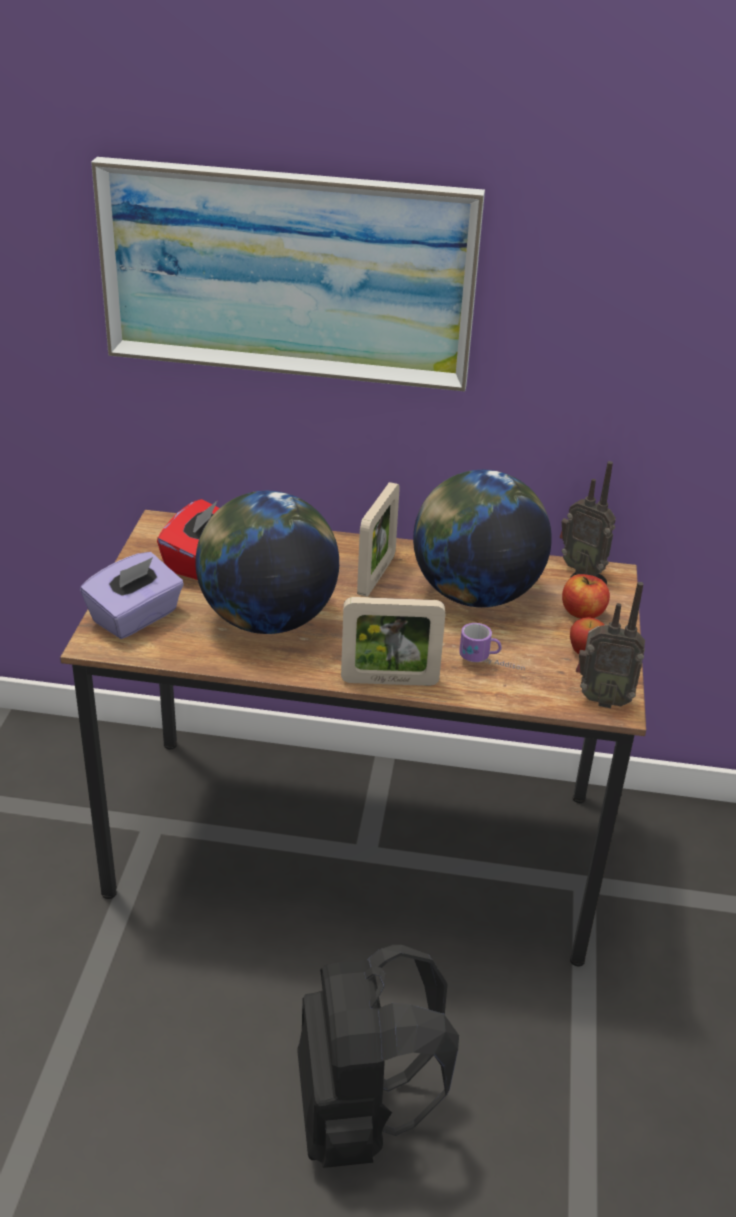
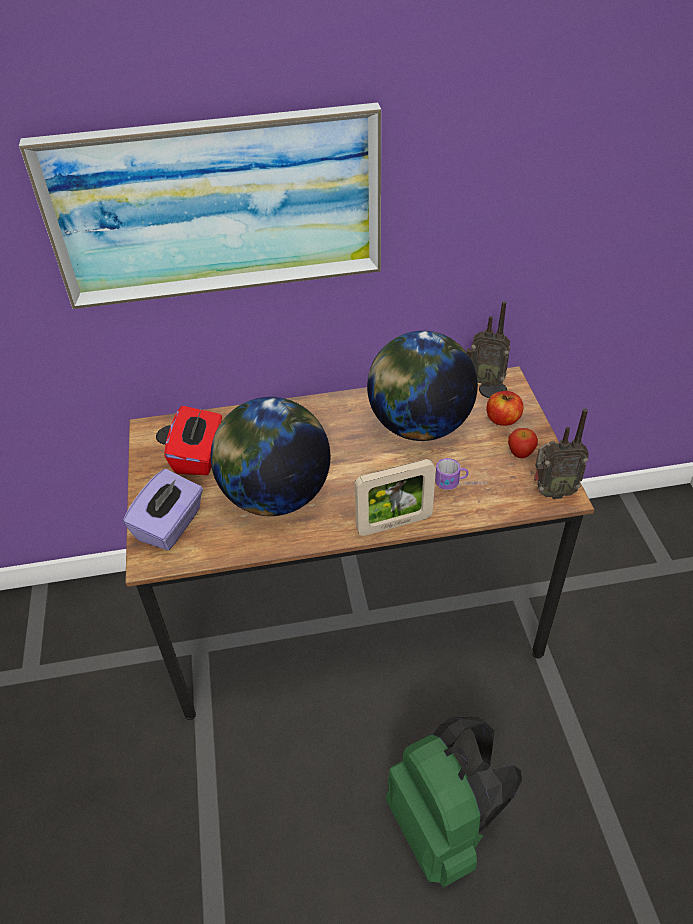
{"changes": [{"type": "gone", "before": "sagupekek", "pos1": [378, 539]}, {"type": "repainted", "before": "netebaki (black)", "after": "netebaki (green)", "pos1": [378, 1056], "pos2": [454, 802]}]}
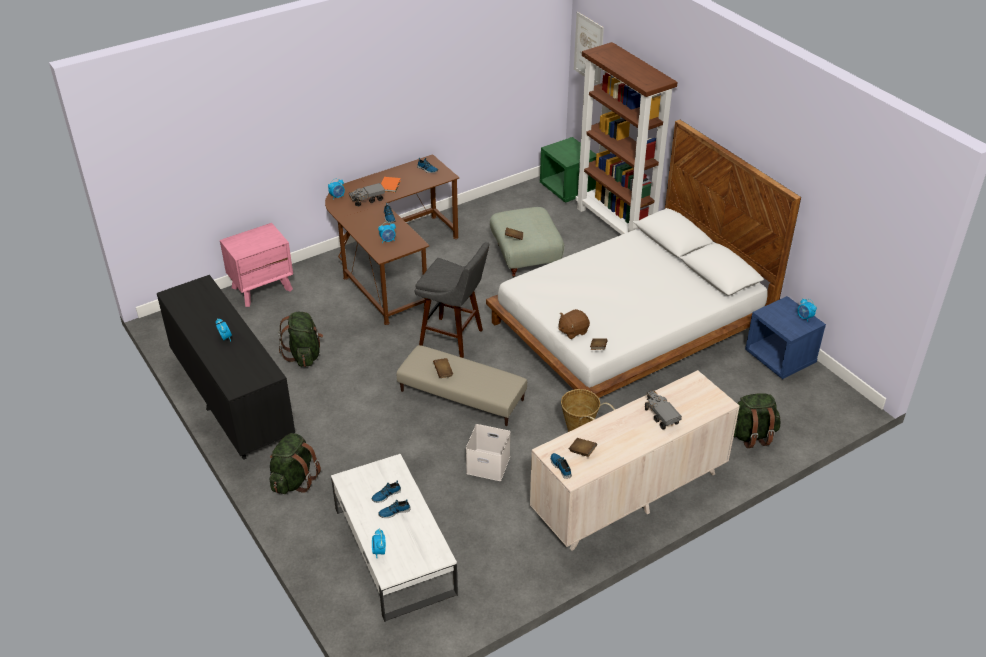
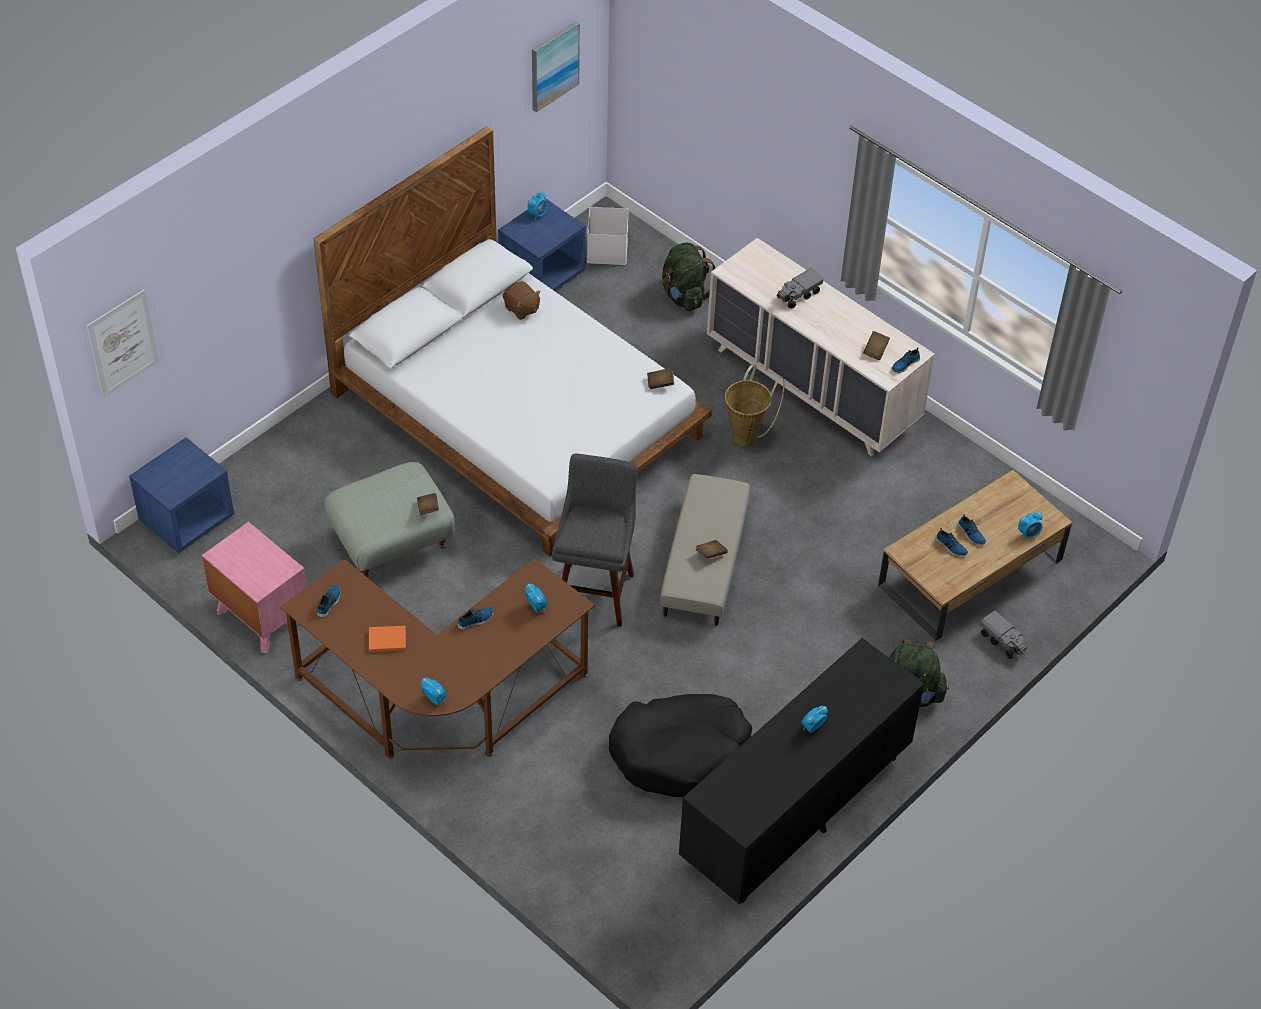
{"changes": [{"type": "gone", "before": "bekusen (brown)", "pos1": [626, 138]}, {"type": "new", "after": "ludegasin", "pos2": [556, 67]}, {"type": "shifted", "before": "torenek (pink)", "pos1": [256, 265], "pos2": [254, 587]}, {"type": "shifted", "before": "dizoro", "pos1": [366, 195], "pos2": [1004, 635]}, {"type": "shifted", "before": "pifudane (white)", "pos1": [488, 452], "pos2": [608, 236]}, {"type": "shifted", "before": "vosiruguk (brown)", "pos1": [574, 324], "pos2": [522, 300]}, {"type": "swapped", "before": "netebaki (green)", "after": "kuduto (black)", "pos1": [300, 339], "pos2": [680, 745]}, {"type": "repainted", "before": "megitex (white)", "after": "megitex (brown)", "pos1": [394, 538], "pos2": [975, 555]}, {"type": "repainted", "before": "torenek (green)", "after": "torenek (blue)", "pos1": [568, 170], "pos2": [182, 495]}]}
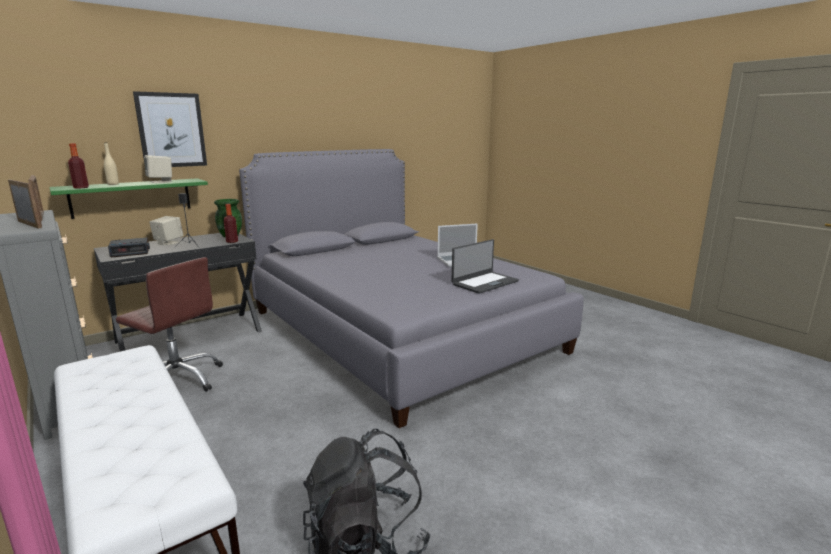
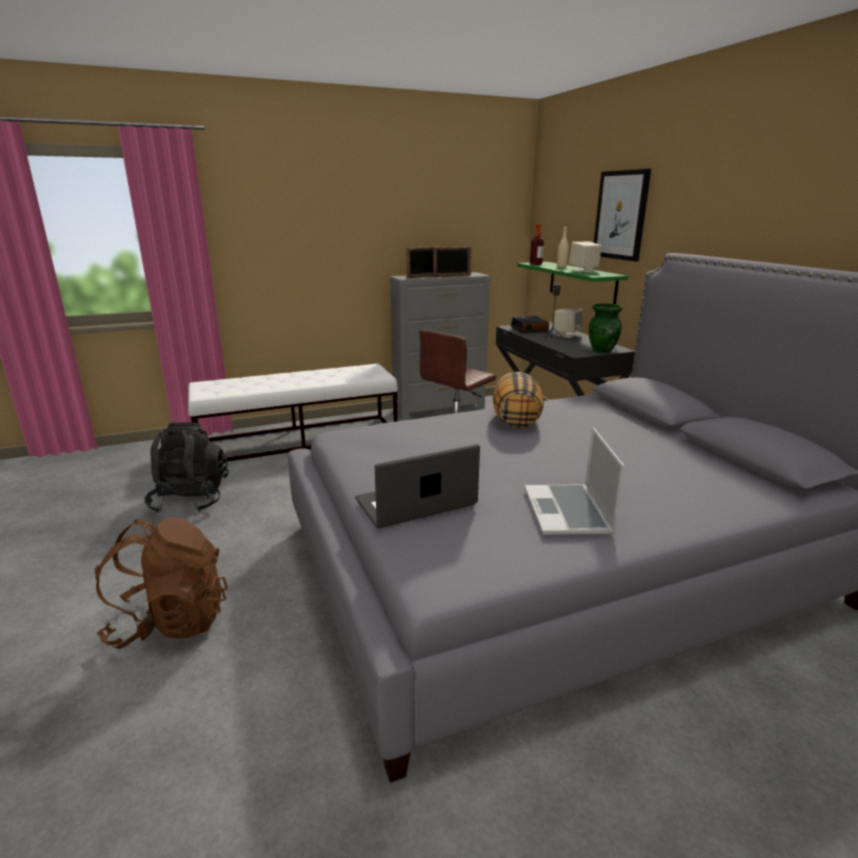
{"changes": [{"type": "gone", "before": "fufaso", "pos1": [231, 223]}, {"type": "new", "after": "netebaki (brown)", "pos2": [161, 583]}, {"type": "new", "after": "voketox", "pos2": [518, 400]}, {"type": "rotated", "before": "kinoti", "pos1": [485, 266], "pos2": [417, 486], "turn": 90}]}
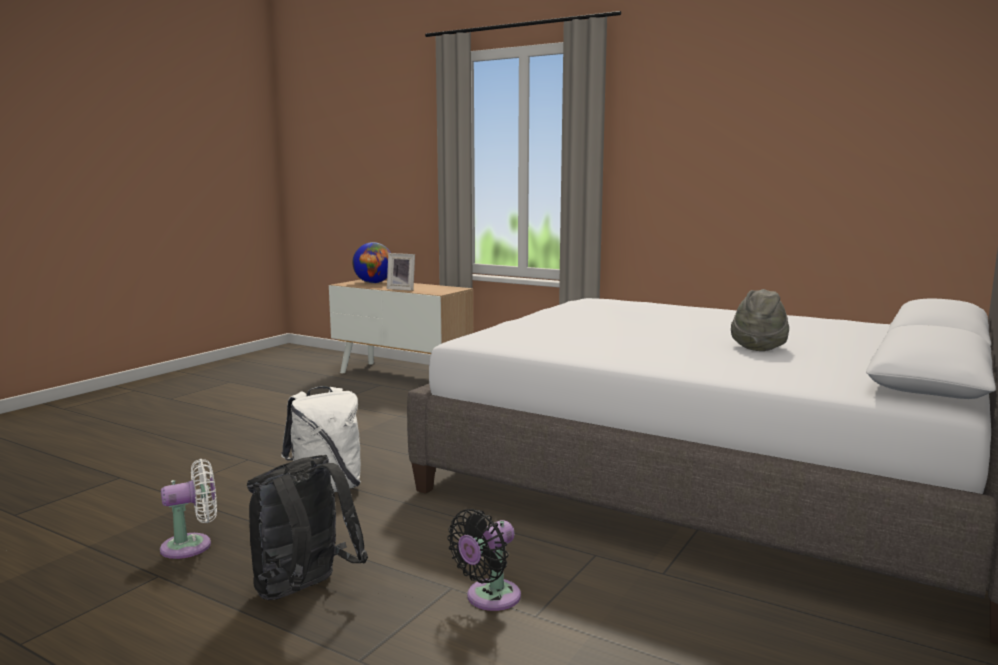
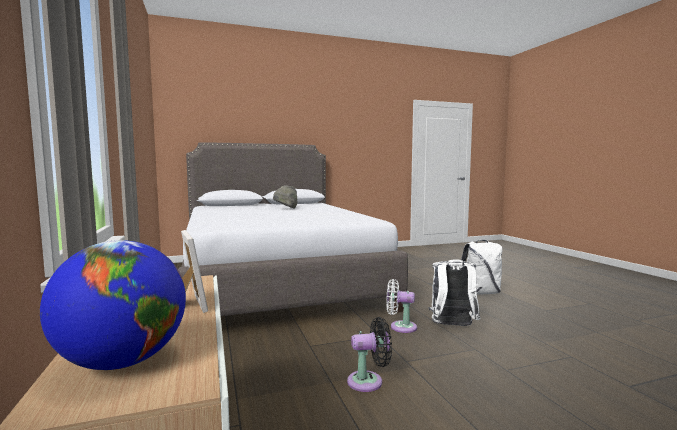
{"changes": [{"type": "shifted", "before": "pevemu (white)", "pos1": [188, 509], "pos2": [401, 306]}, {"type": "shifted", "before": "pevemu (black)", "pos1": [484, 560], "pos2": [369, 354]}, {"type": "repainted", "before": "netebaki (black)", "after": "netebaki (white)", "pos1": [307, 527], "pos2": [482, 267]}]}
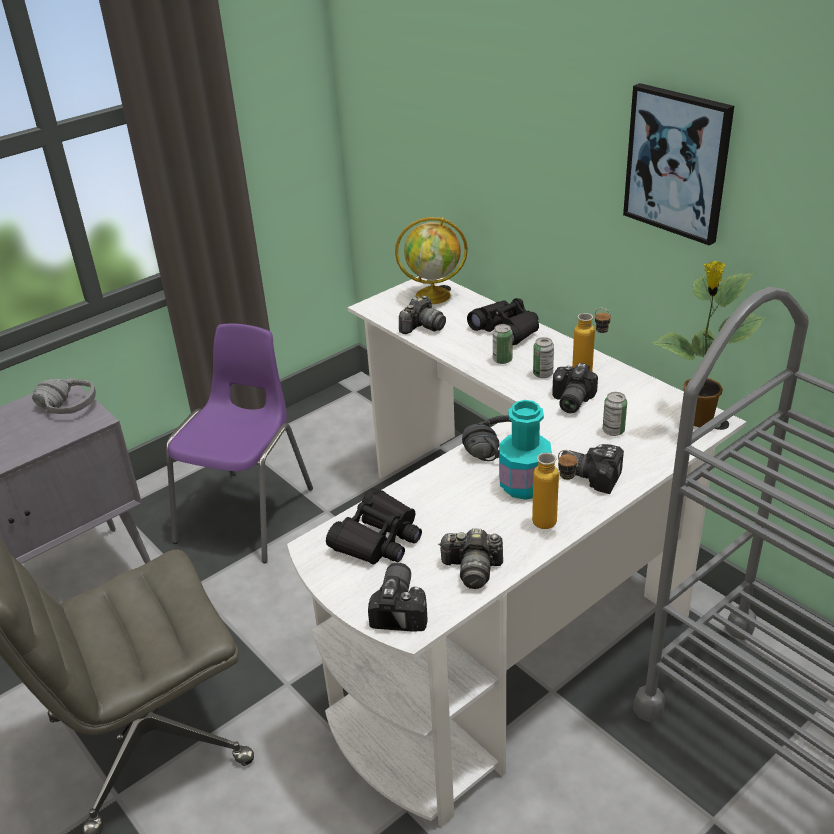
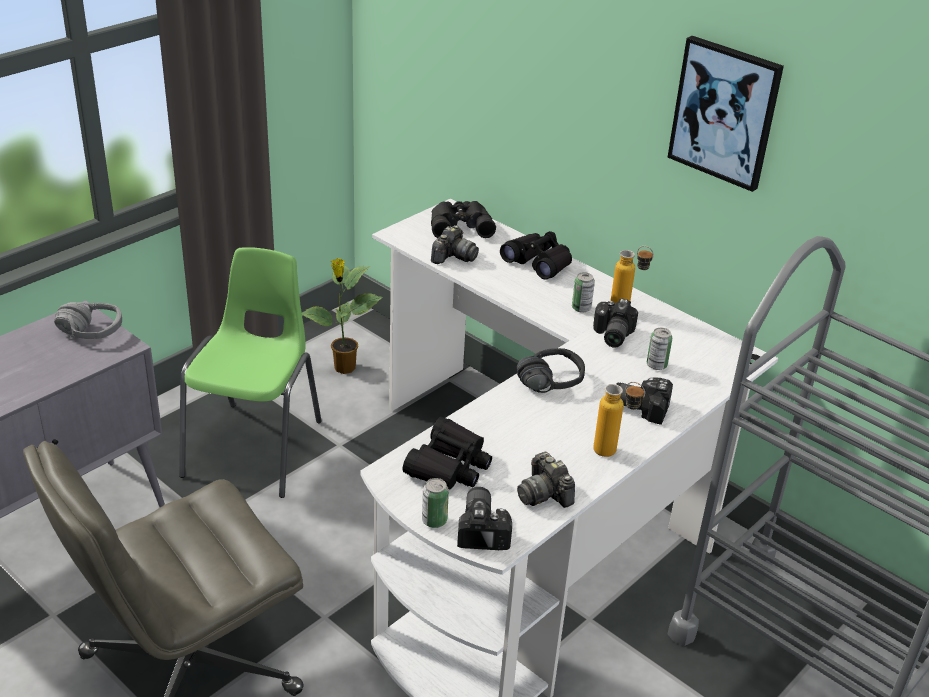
{"changes": [{"type": "gone", "before": "fufaso (turquoise)", "pos1": [525, 450]}, {"type": "shifted", "before": "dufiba", "pos1": [503, 344], "pos2": [435, 503]}, {"type": "shifted", "before": "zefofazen", "pos1": [708, 344], "pos2": [342, 316]}, {"type": "swapped", "before": "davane", "after": "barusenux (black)", "pos1": [431, 260], "pos2": [463, 219]}, {"type": "repainted", "before": "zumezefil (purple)", "after": "zumezefil (green)", "pos1": [239, 443], "pos2": [250, 372]}, {"type": "rotated", "before": "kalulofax", "pos1": [470, 558], "pos2": [546, 480], "turn": 60}]}
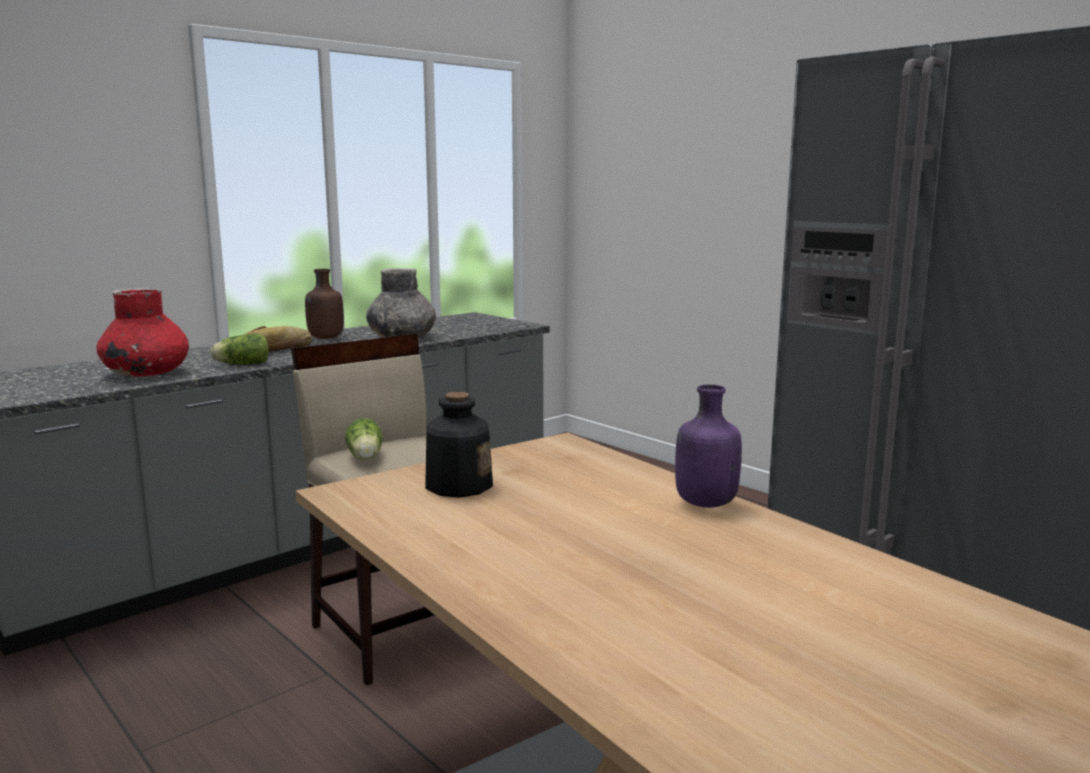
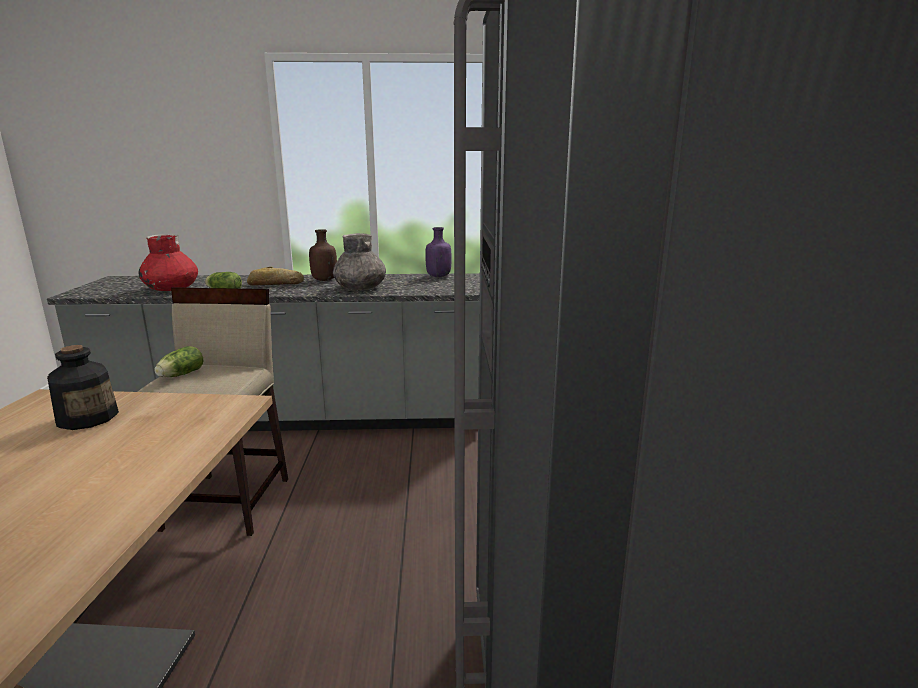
{"changes": [{"type": "shifted", "before": "fufaso (purple)", "pos1": [708, 446], "pos2": [438, 252]}]}
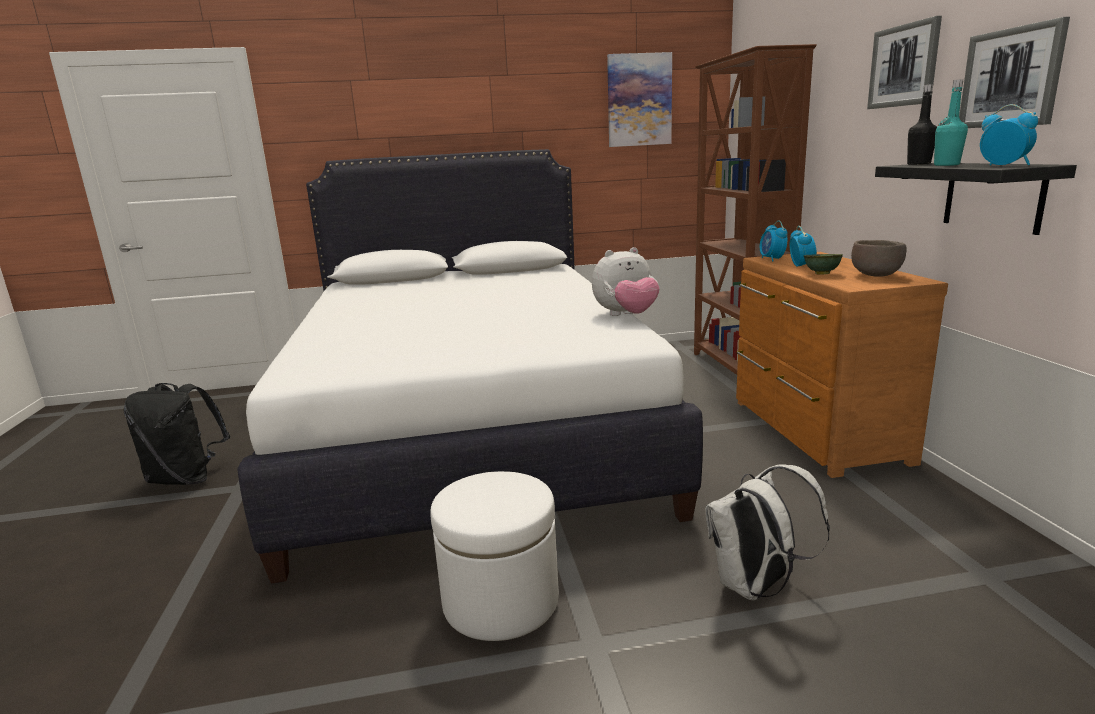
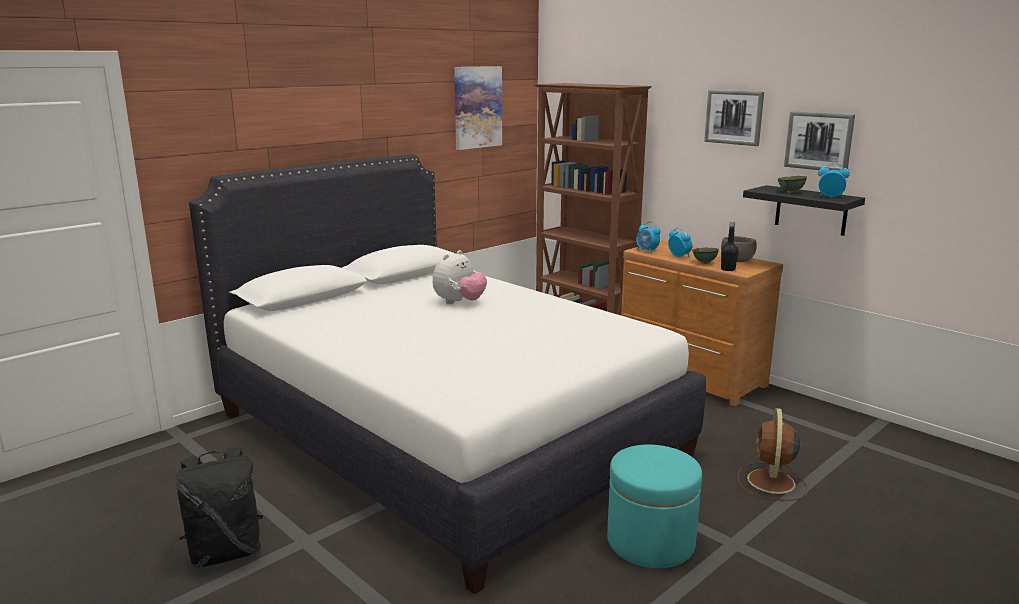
{"changes": [{"type": "shifted", "before": "vosiruguk", "pos1": [626, 281], "pos2": [460, 277]}, {"type": "shifted", "before": "fufaso (black)", "pos1": [922, 124], "pos2": [730, 246]}, {"type": "swapped", "before": "netebaki (white)", "after": "pevemu (brown)", "pos1": [767, 532], "pos2": [773, 454]}, {"type": "swapped", "before": "fufaso (turquoise)", "after": "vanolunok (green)", "pos1": [951, 122], "pos2": [792, 184]}, {"type": "repainted", "before": "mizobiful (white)", "after": "mizobiful (turquoise)", "pos1": [494, 556], "pos2": [654, 506]}]}
